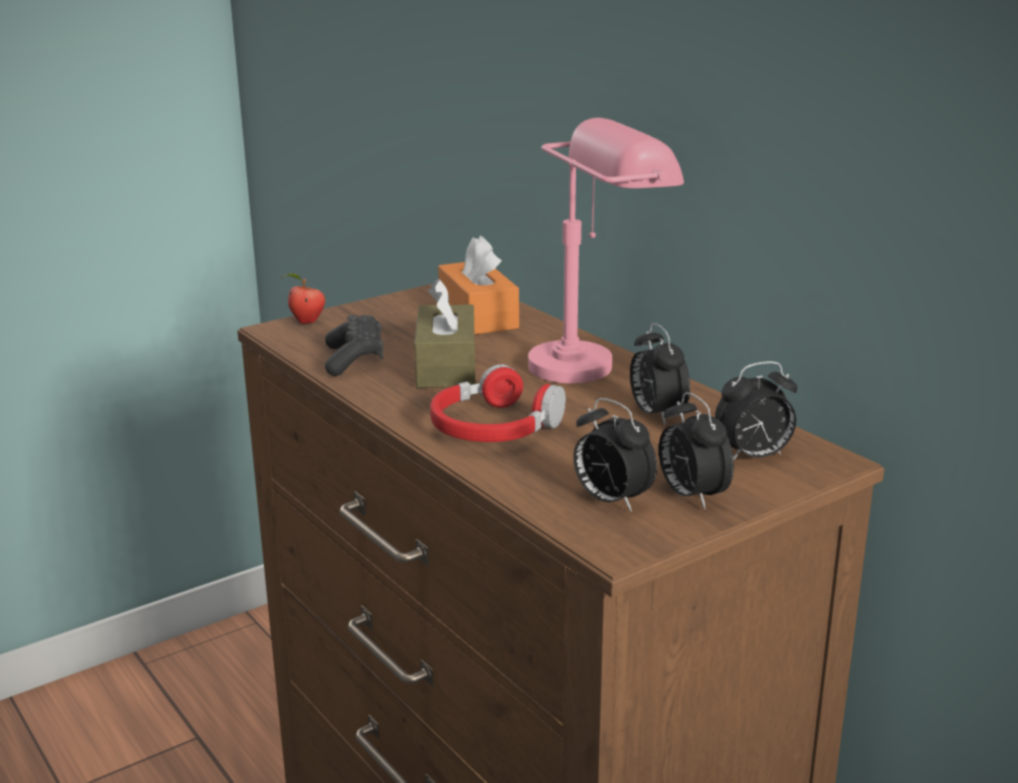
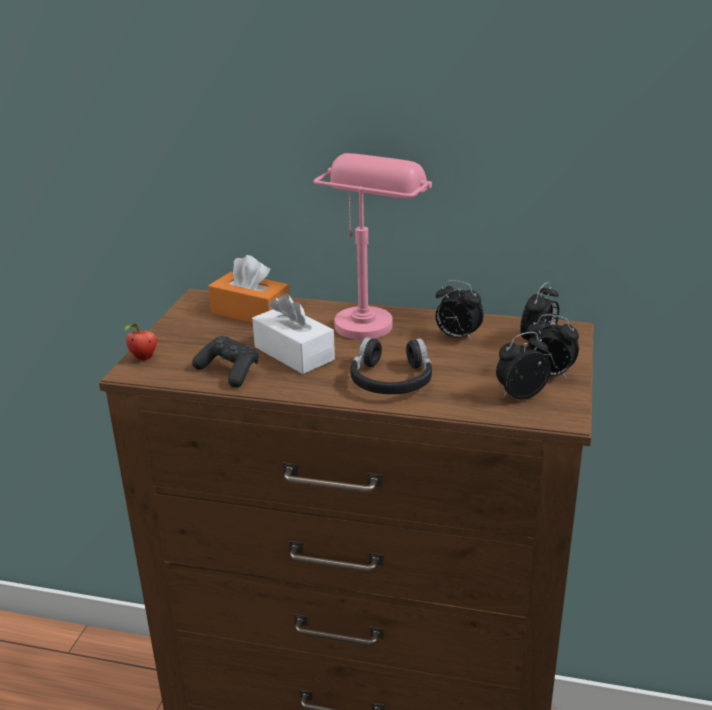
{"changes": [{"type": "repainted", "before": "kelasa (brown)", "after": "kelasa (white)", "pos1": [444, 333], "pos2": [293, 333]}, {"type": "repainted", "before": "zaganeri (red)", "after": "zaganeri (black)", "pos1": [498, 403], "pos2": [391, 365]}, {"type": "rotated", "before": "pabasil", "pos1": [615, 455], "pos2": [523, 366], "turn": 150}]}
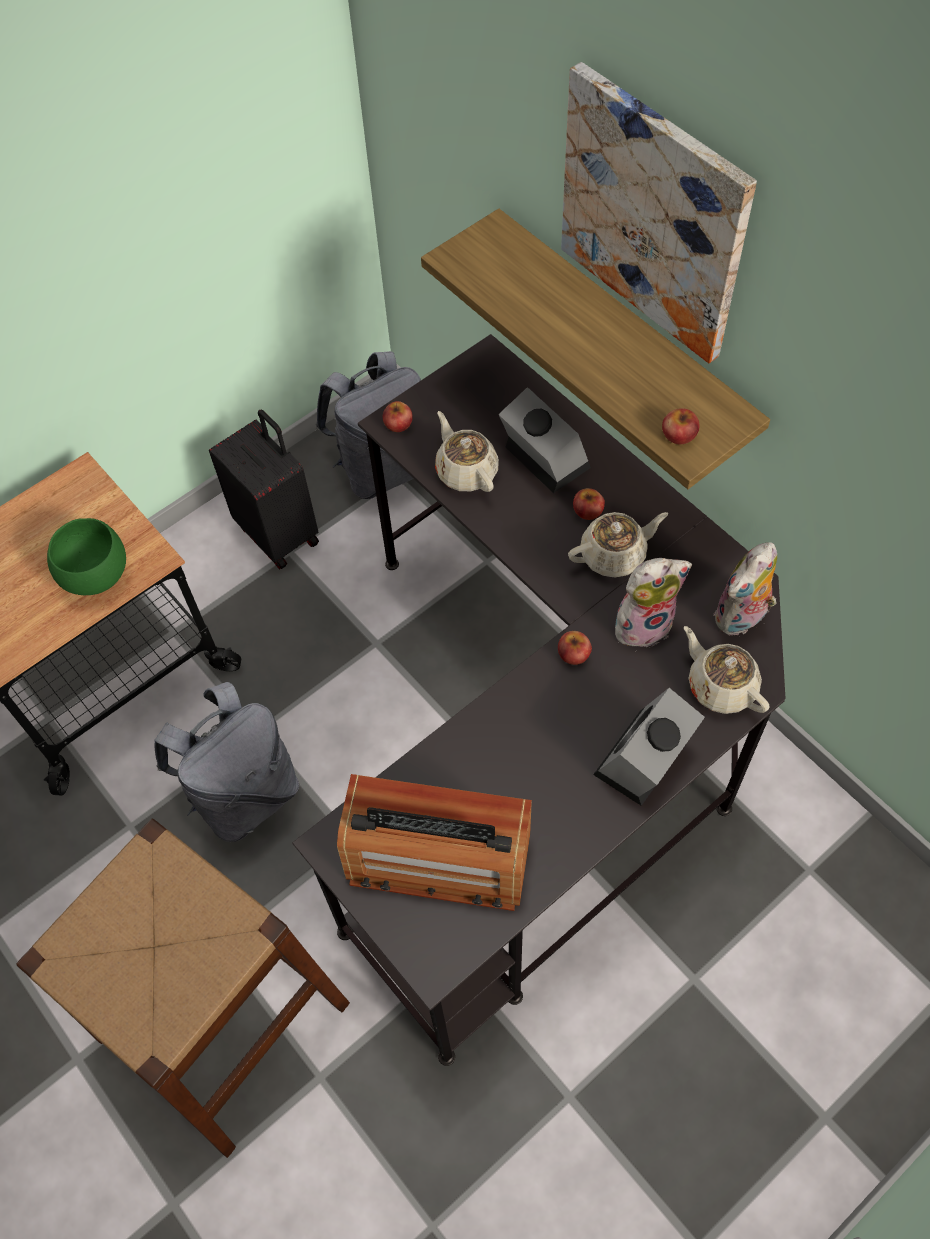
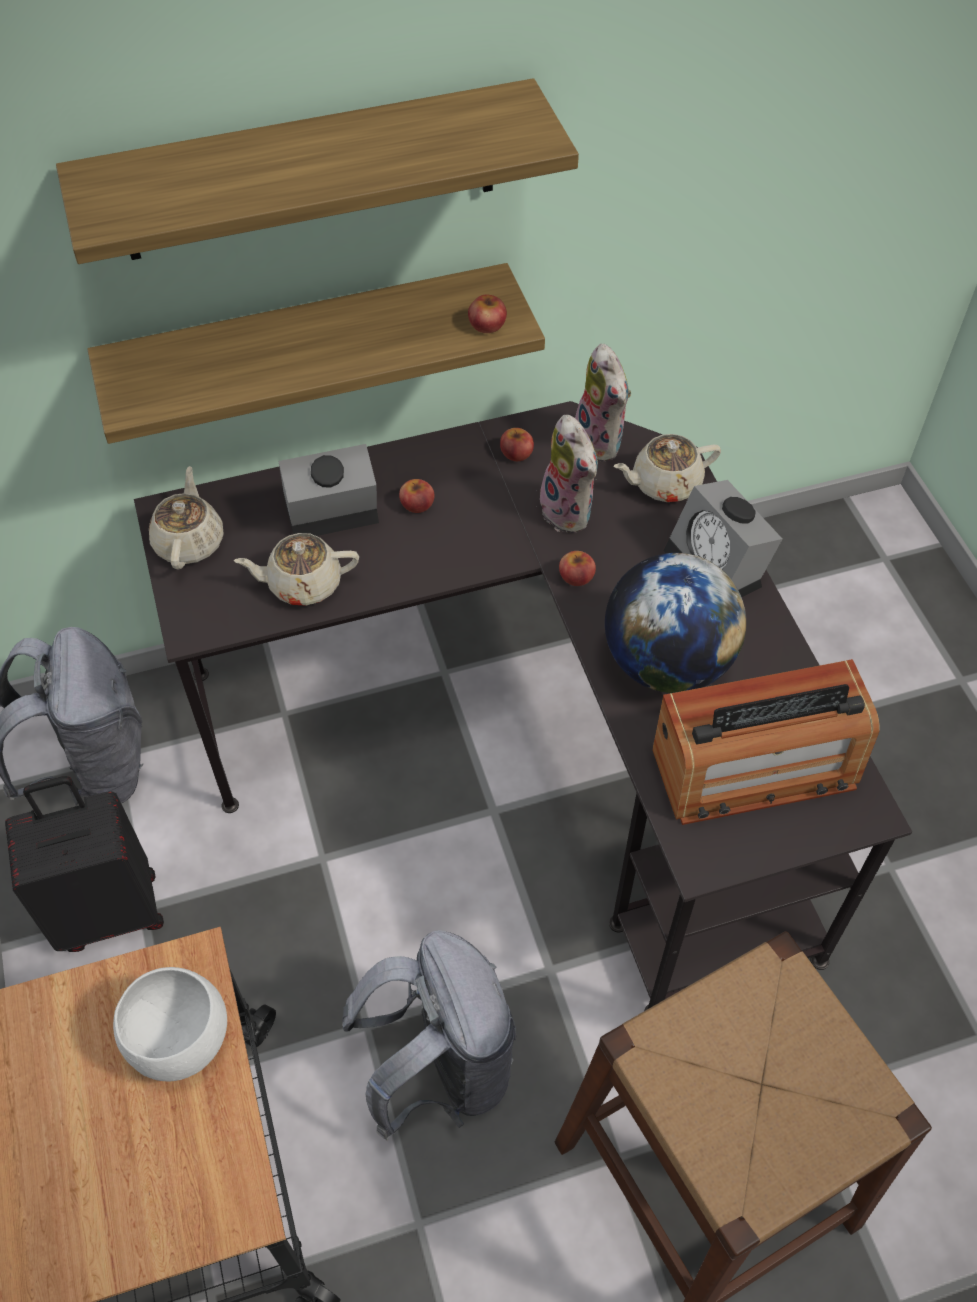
{"changes": [{"type": "new", "after": "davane", "pos2": [675, 623]}, {"type": "shifted", "before": "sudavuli", "pos1": [397, 416], "pos2": [517, 444]}, {"type": "shifted", "before": "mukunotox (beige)", "pos1": [618, 544], "pos2": [186, 517]}, {"type": "swapped", "before": "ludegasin", "after": "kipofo", "pos1": [659, 212], "pos2": [317, 171]}, {"type": "repainted", "before": "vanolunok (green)", "after": "vanolunok (white)", "pos1": [86, 556], "pos2": [170, 1024]}, {"type": "rotated", "before": "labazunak", "pos1": [434, 842], "pos2": [766, 742], "turn": 45}, {"type": "rotated", "before": "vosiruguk", "pos1": [653, 603], "pos2": [566, 474], "turn": 150}]}
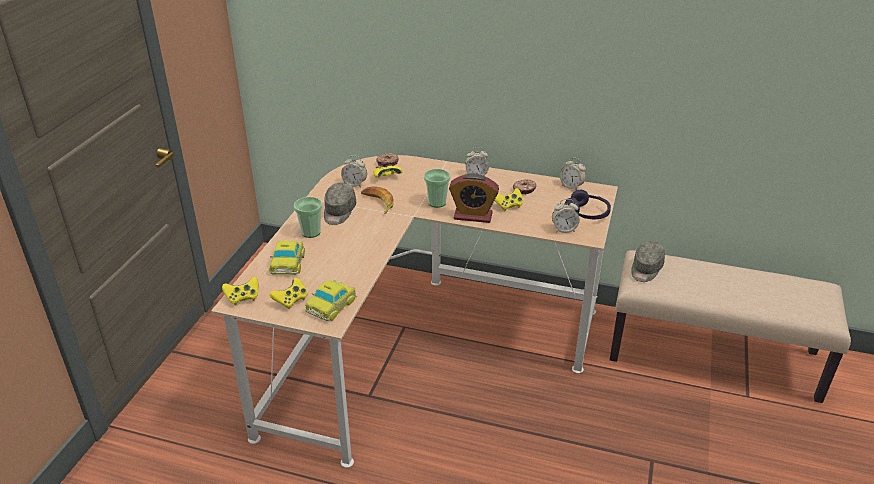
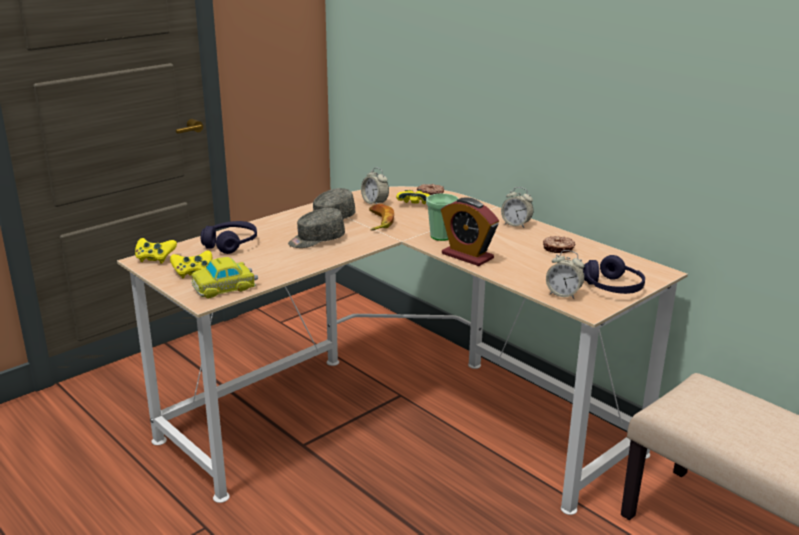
{"changes": [{"type": "gone", "before": "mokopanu", "pos1": [308, 217]}, {"type": "gone", "before": "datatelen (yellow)", "pos1": [508, 199]}, {"type": "gone", "before": "pabasil", "pos1": [573, 173]}, {"type": "shifted", "before": "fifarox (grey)", "pos1": [648, 261], "pos2": [316, 228]}, {"type": "swapped", "before": "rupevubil", "after": "zaganeri (purple)", "pos1": [287, 258], "pos2": [229, 237]}]}
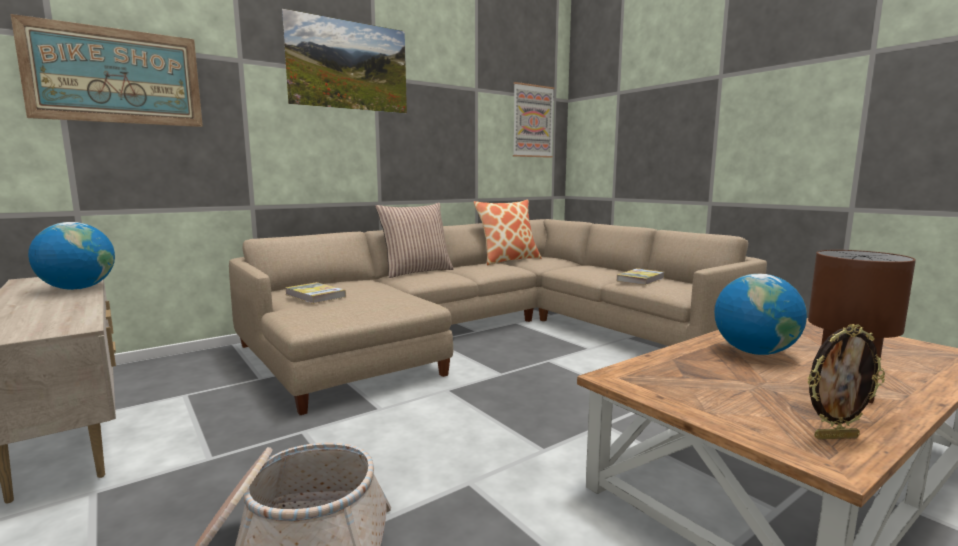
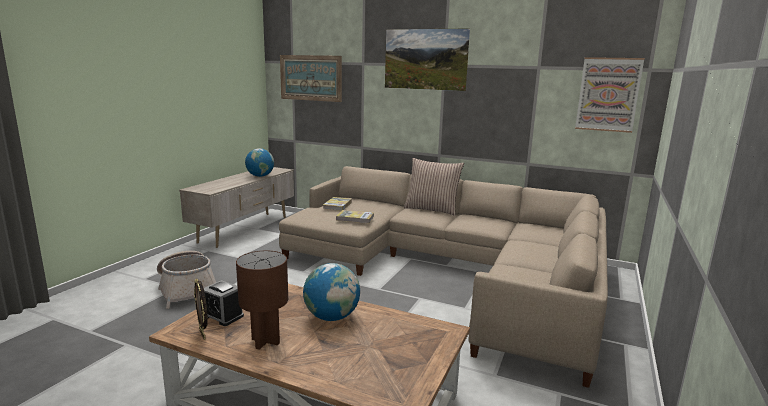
{"changes": [{"type": "gone", "before": "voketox", "pos1": [508, 232]}, {"type": "new", "after": "pabasil", "pos2": [224, 303]}, {"type": "shifted", "before": "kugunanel", "pos1": [641, 276], "pos2": [355, 216]}]}
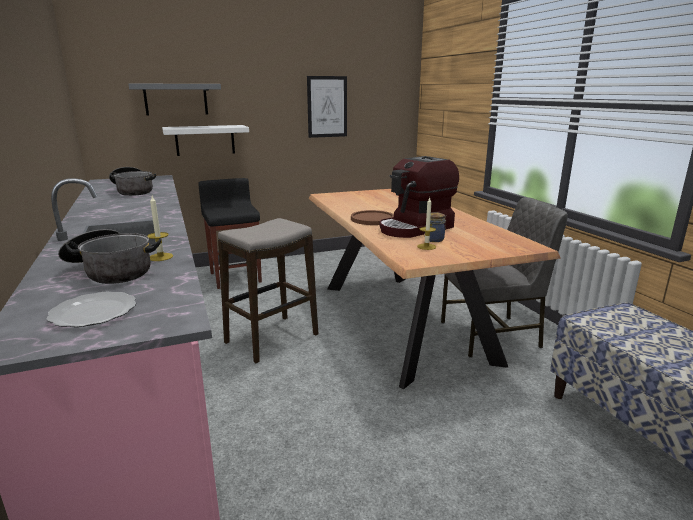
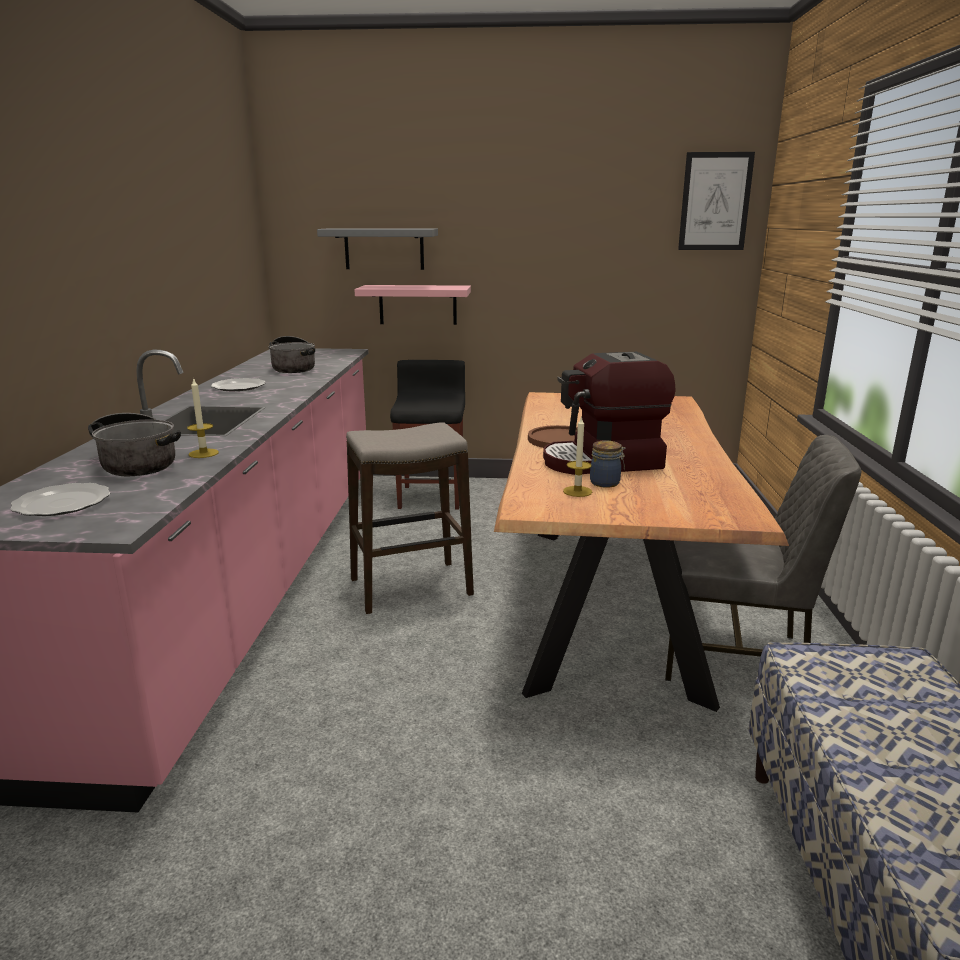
{"changes": [{"type": "new", "after": "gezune", "pos2": [238, 384]}, {"type": "shifted", "before": "ludegasin", "pos1": [327, 107], "pos2": [716, 201]}, {"type": "repainted", "before": "kipofo (white)", "after": "kipofo (pink)", "pos1": [205, 140], "pos2": [412, 305]}]}
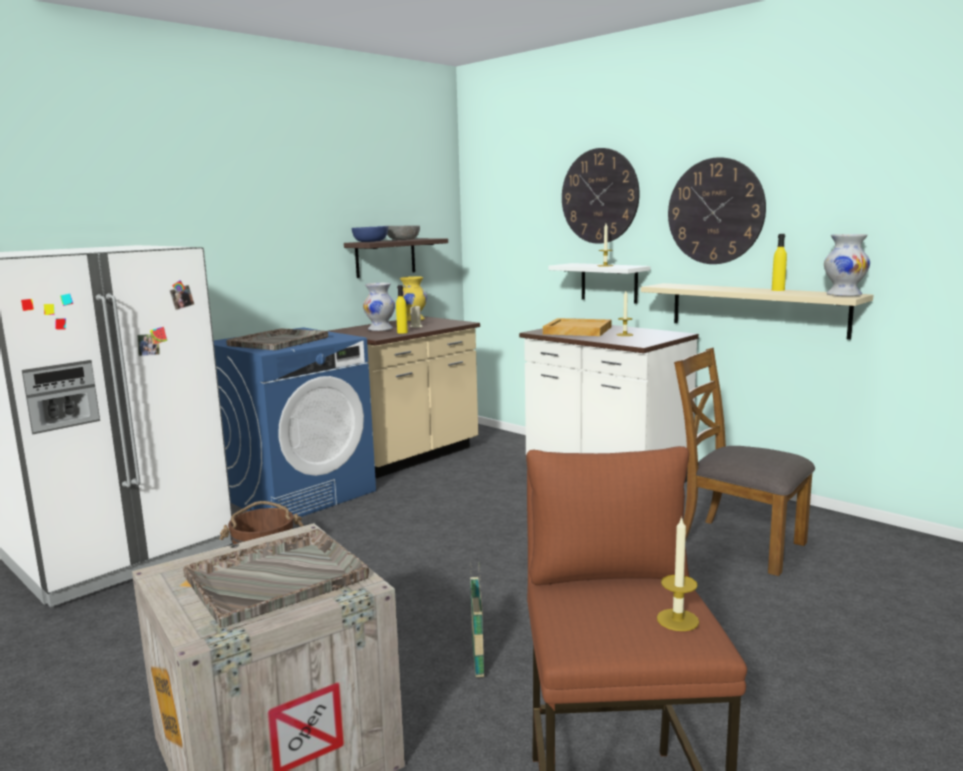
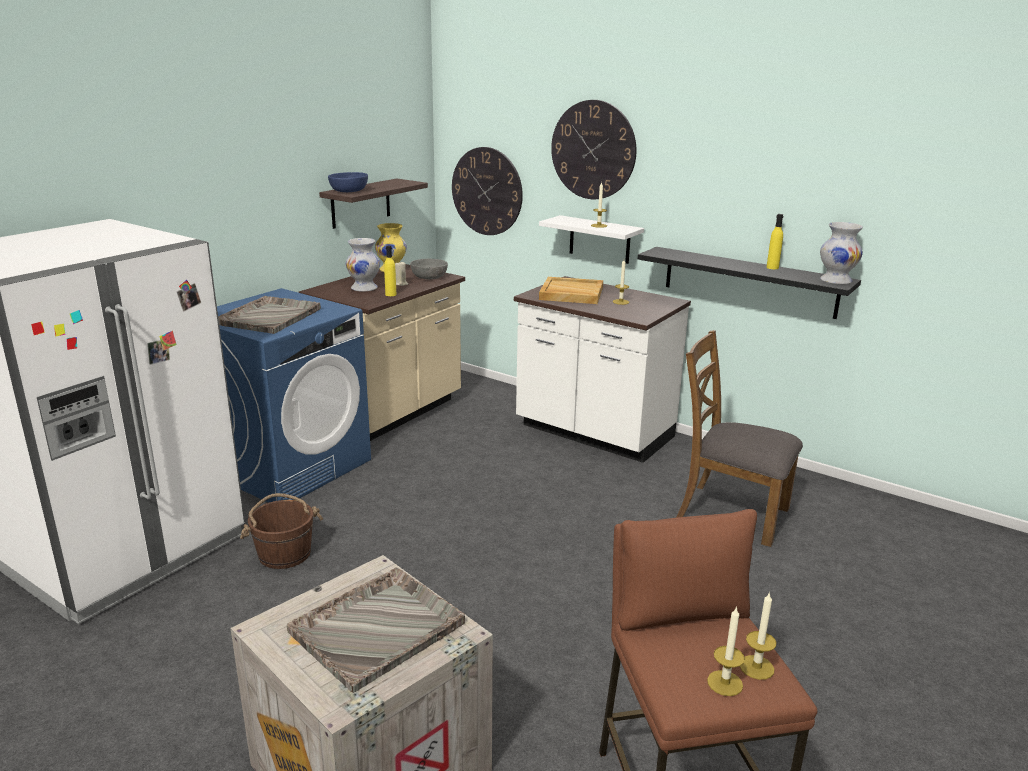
{"changes": [{"type": "gone", "before": "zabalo", "pos1": [477, 620]}, {"type": "new", "after": "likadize", "pos2": [726, 651]}, {"type": "shifted", "before": "vanolunok (grey)", "pos1": [403, 232], "pos2": [429, 269]}, {"type": "shifted", "before": "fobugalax", "pos1": [717, 210], "pos2": [487, 191]}, {"type": "repainted", "before": "kipofo (beige)", "after": "kipofo (black)", "pos1": [757, 311], "pos2": [749, 283]}]}
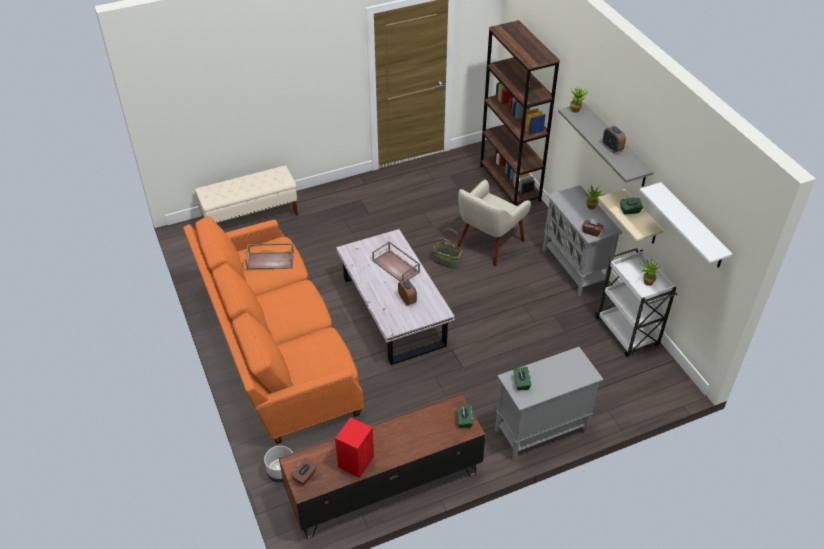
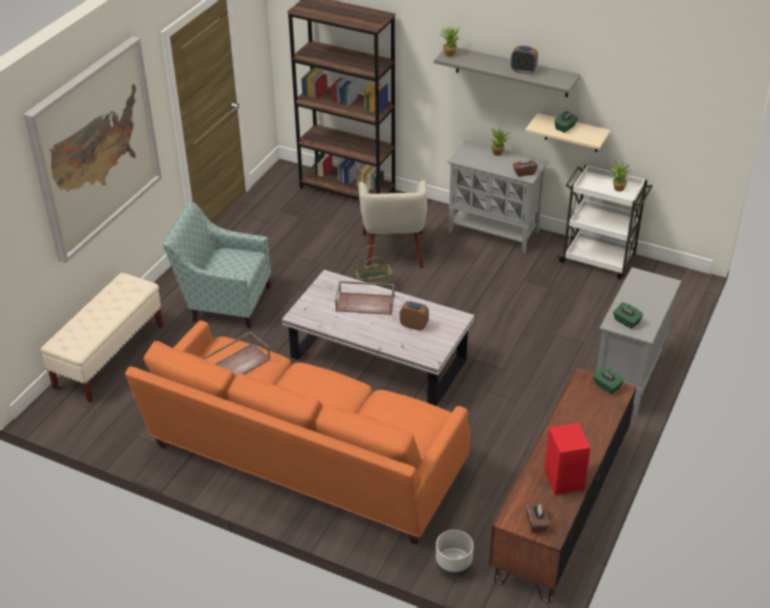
{"changes": [{"type": "gone", "before": "kipofo (white)", "pos1": [685, 225]}, {"type": "new", "after": "ludegasin", "pos2": [93, 149]}, {"type": "new", "after": "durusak", "pos2": [217, 265]}]}
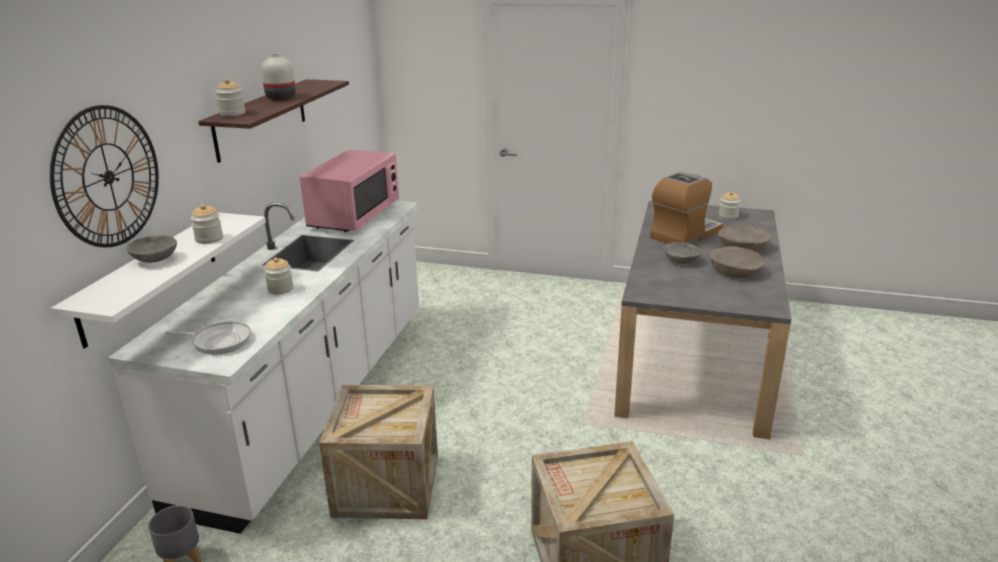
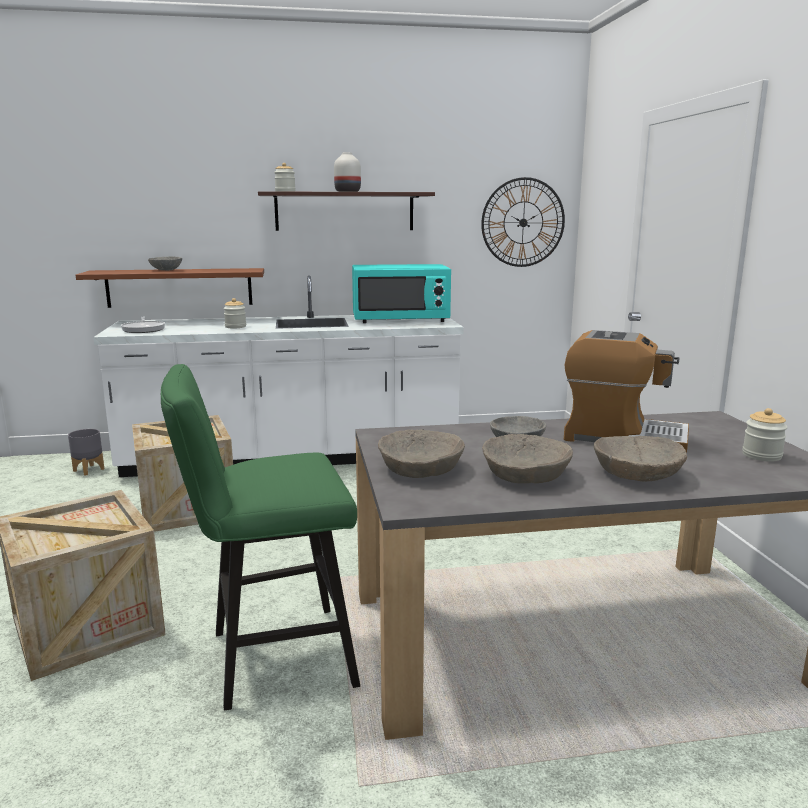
{"changes": [{"type": "gone", "before": "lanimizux", "pos1": [206, 224]}, {"type": "new", "after": "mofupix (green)", "pos2": [260, 537]}, {"type": "new", "after": "vanolunok (beige)", "pos2": [421, 453]}, {"type": "shifted", "before": "fobugalax", "pos1": [104, 176], "pos2": [523, 222]}, {"type": "repainted", "before": "kipofo (white)", "after": "kipofo (brown)", "pos1": [158, 280], "pos2": [170, 288]}, {"type": "repainted", "before": "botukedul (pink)", "after": "botukedul (turquoise)", "pos1": [349, 190], "pos2": [401, 293]}]}
